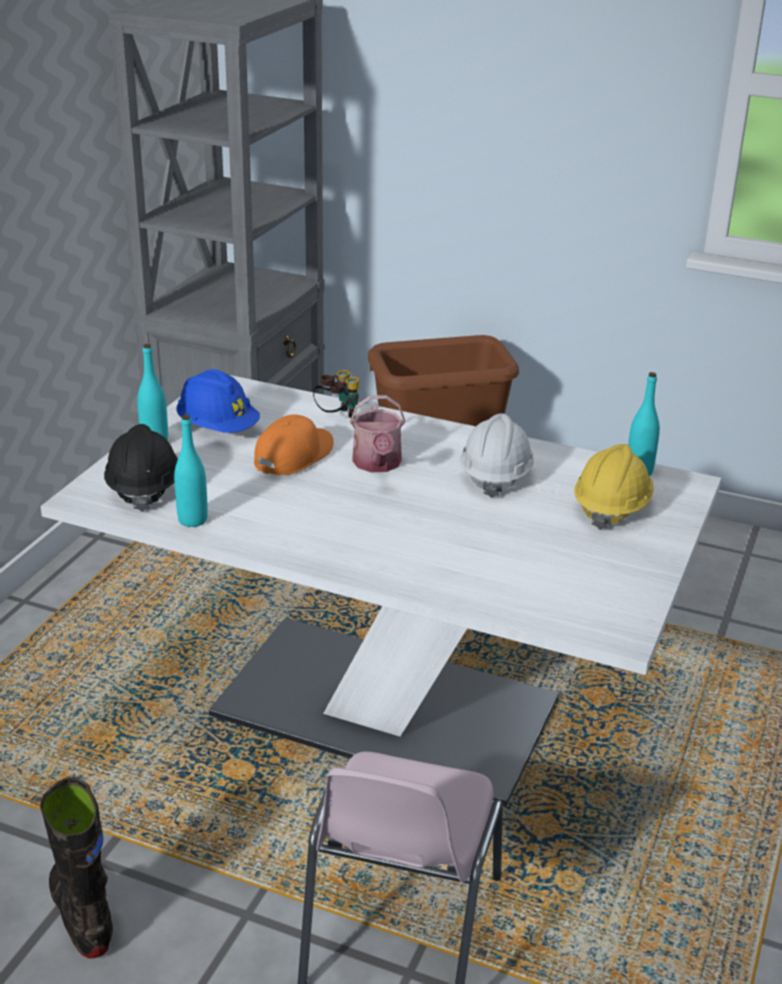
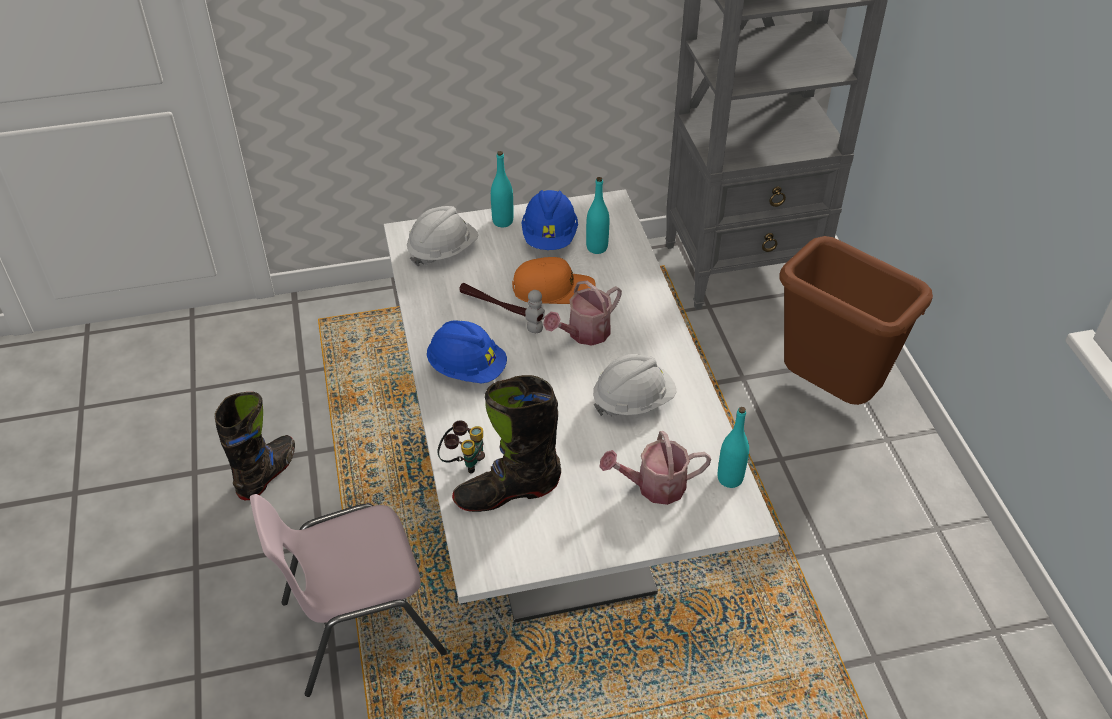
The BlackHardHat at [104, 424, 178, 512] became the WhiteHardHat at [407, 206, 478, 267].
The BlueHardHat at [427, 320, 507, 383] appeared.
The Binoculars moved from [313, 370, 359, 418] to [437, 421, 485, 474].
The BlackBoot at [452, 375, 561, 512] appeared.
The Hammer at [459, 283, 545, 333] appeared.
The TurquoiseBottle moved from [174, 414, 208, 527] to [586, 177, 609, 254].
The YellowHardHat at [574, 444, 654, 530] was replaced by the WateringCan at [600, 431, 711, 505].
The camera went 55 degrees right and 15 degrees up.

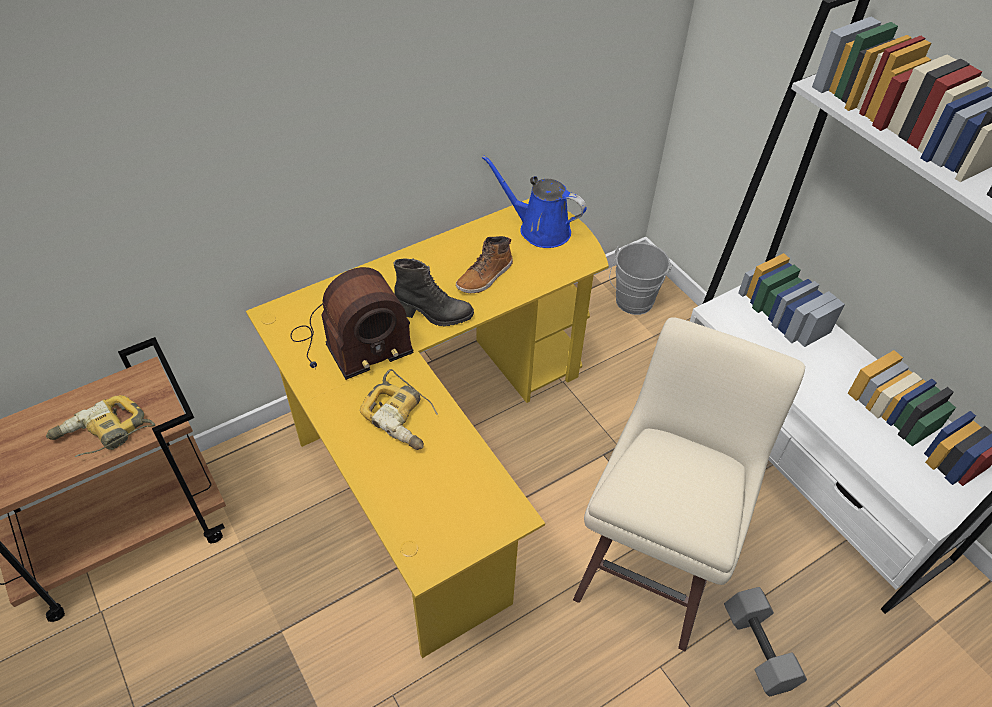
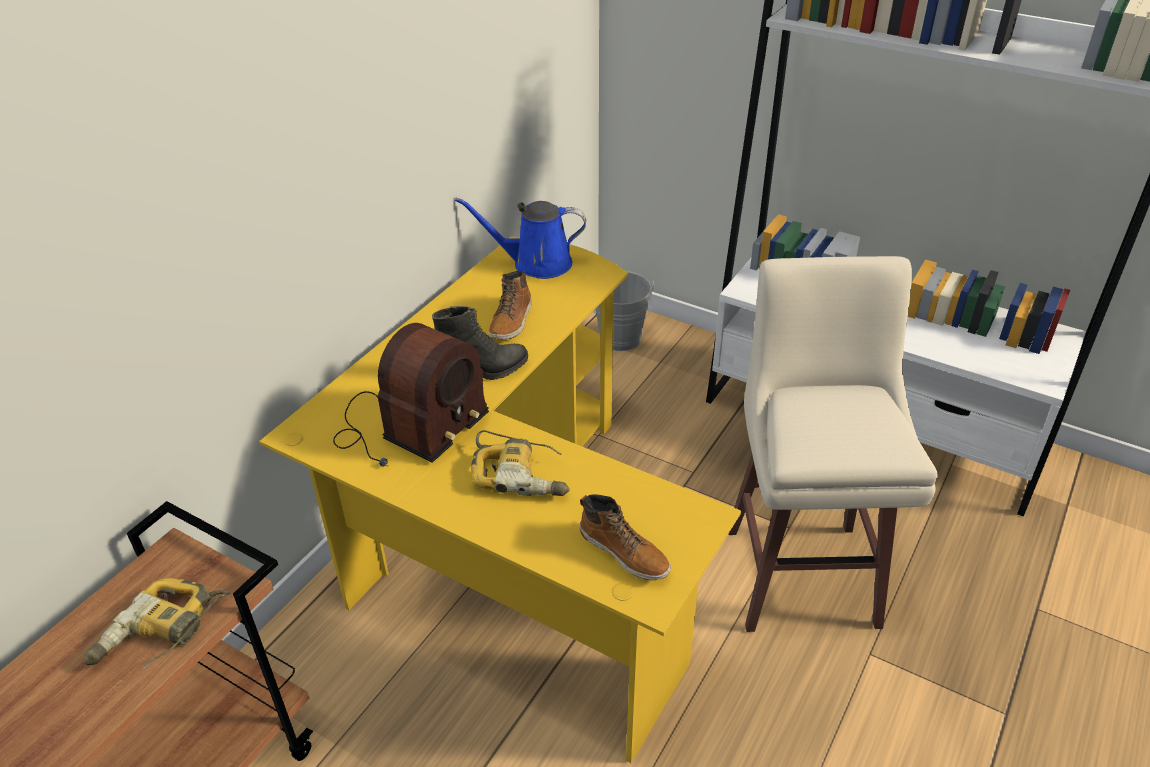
The Boot at [580, 494, 671, 580] appeared.
The GreyDumbbell at [724, 587, 807, 696] disappeared.
The camera went 25 degrees left and 10 degrees down.

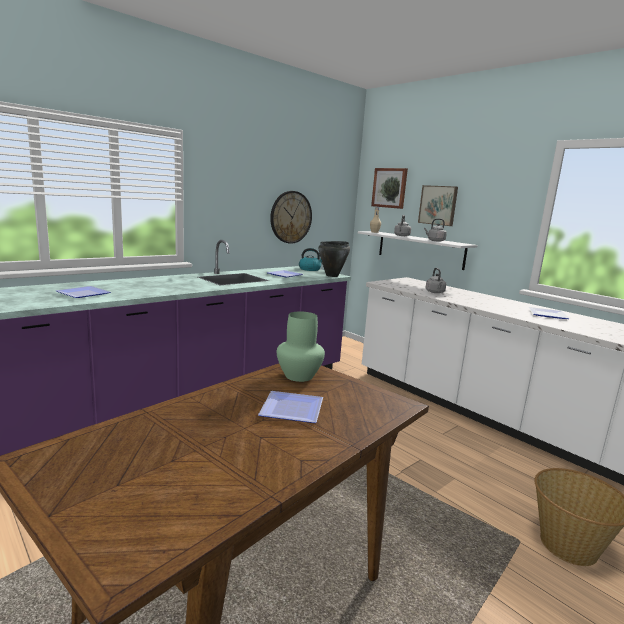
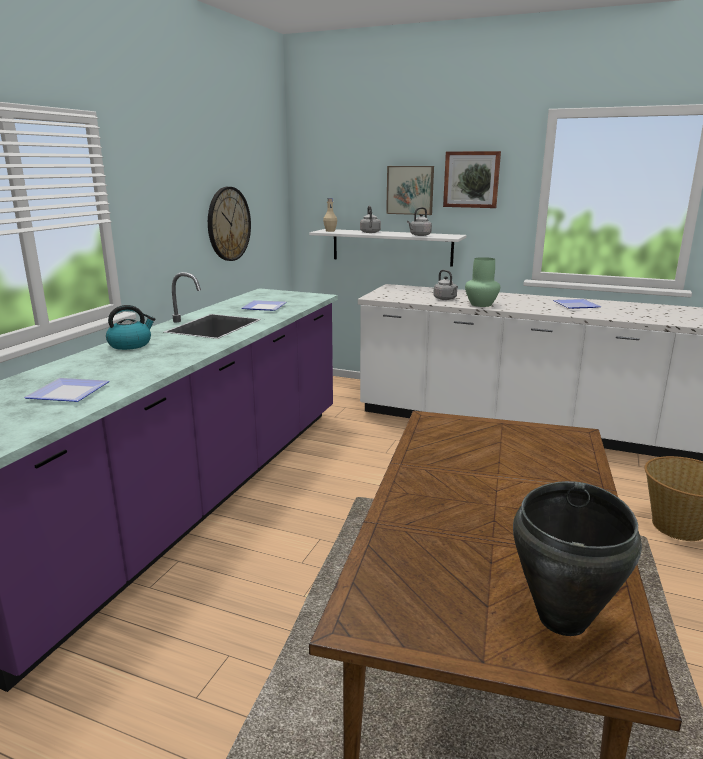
The Kettle moved from [299, 248, 322, 271] to [106, 305, 155, 350].
The Picture moved from [371, 168, 408, 209] to [443, 151, 501, 208].
The GreenVase moved from [277, 311, 325, 382] to [465, 257, 500, 307].
The BlackCookingPot moved from [319, 241, 350, 277] to [513, 481, 642, 636].
The Plate at [258, 391, 323, 423] disappeared.
The camera went 25 degrees left and 5 degrees up.

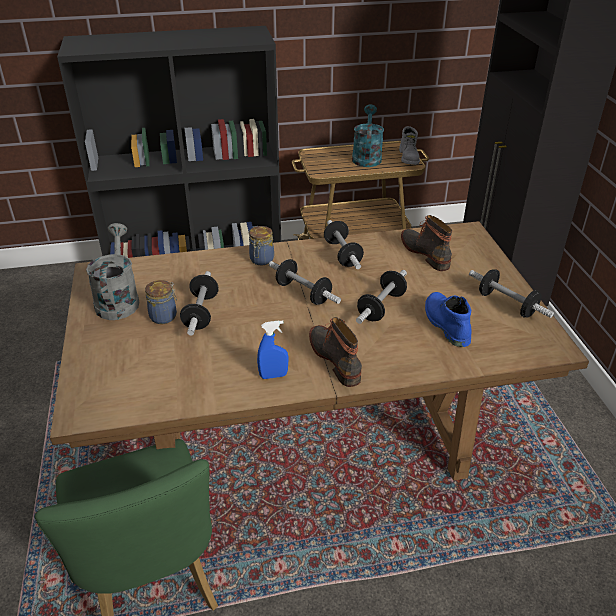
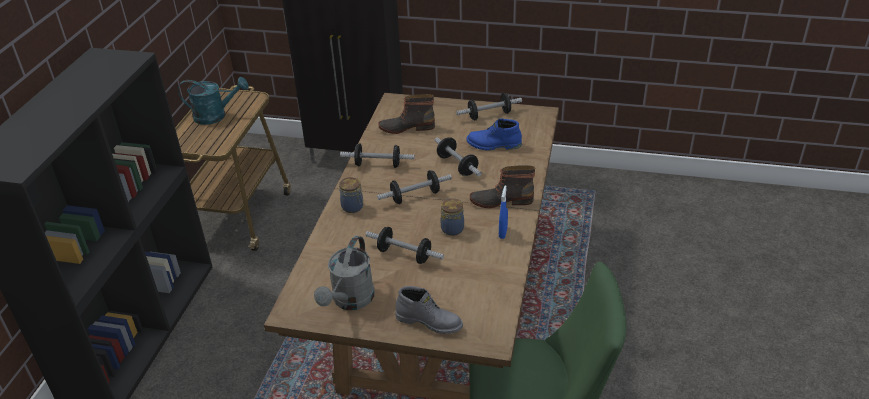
The TurquoiseWateringCan at [352, 104, 384, 167] turned 150 degrees clockwise.
The GreyWateringCan at [86, 223, 139, 320] turned 90 degrees counterclockwise.
The GreyBoot moved from [399, 126, 420, 165] to [395, 286, 463, 334].
The Jar moved from [145, 280, 177, 324] to [441, 198, 464, 236].
The camera went 65 degrees left and 0 degrees up.

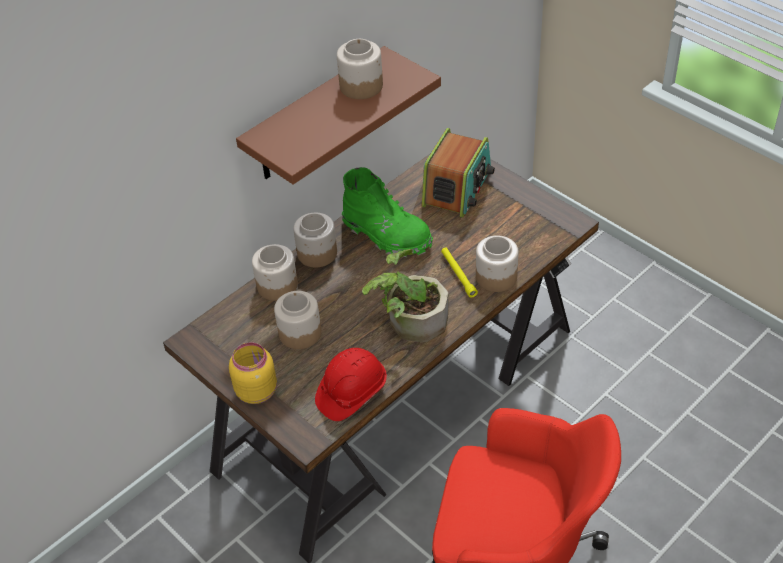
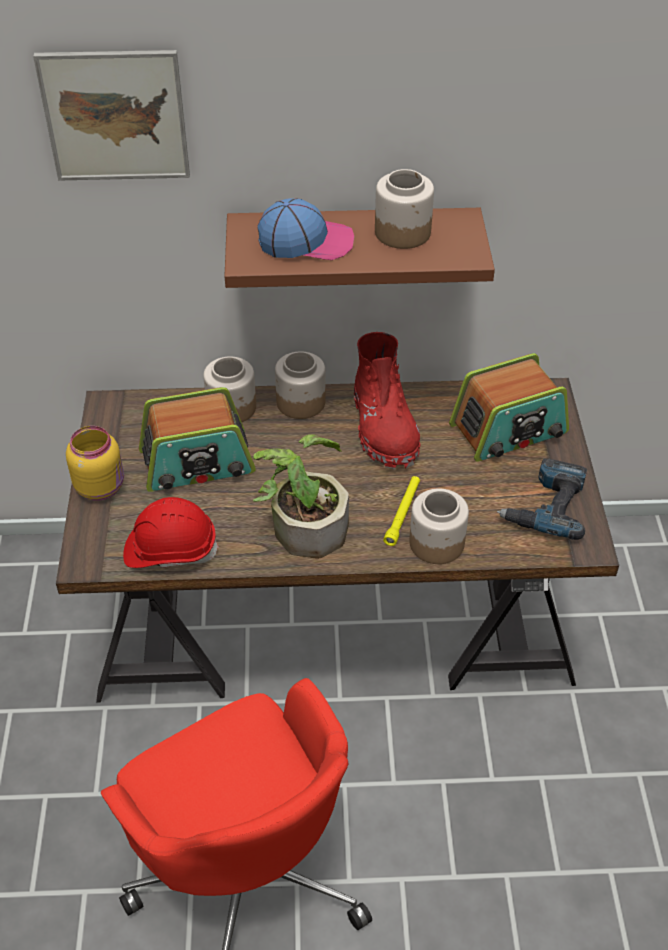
The Picture at [33, 50, 190, 181] appeared.
The Jar at [274, 291, 321, 349] was replaced by the Radio at [139, 387, 256, 492].
The Cap at [257, 198, 354, 260] appeared.
The GreenBoot at [342, 167, 433, 257] became the RedBoot at [354, 332, 421, 469].
The PowerDrill at [497, 458, 587, 540] appeared.
The camera went 40 degrees right and 0 degrees up.

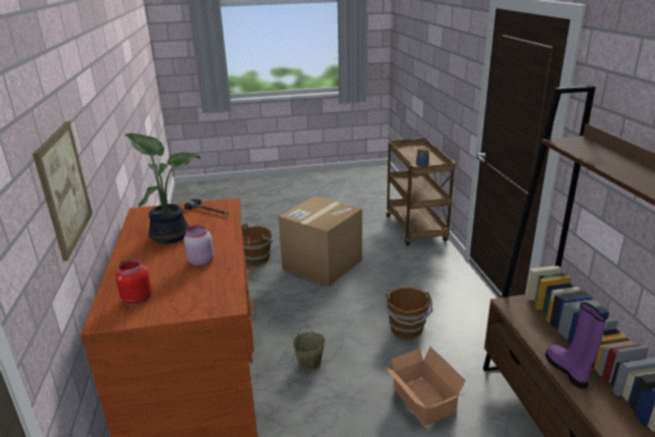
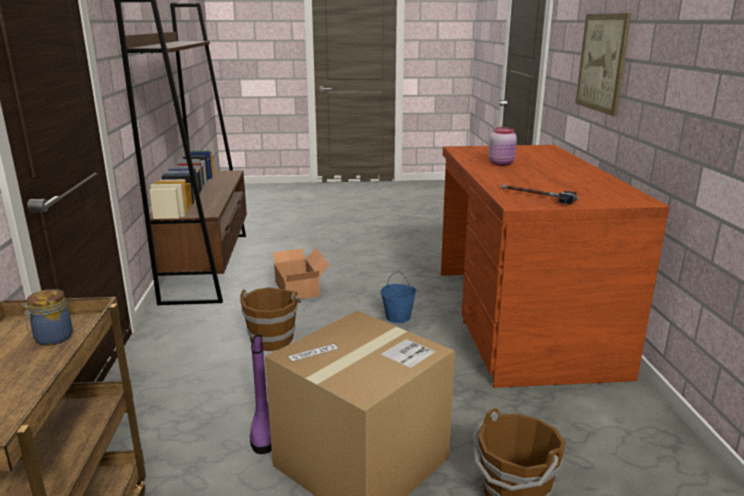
The PurpleBoot moved from [545, 302, 606, 389] to [250, 335, 272, 454].
The BeigeBucket at [292, 326, 325, 371] became the BlueBucket at [380, 271, 417, 323].
The RedJar at [115, 259, 152, 305] disappeared.
The PottedPlant at [125, 133, 200, 244] disappeared.
The camera went 175 degrees left and 5 degrees down.

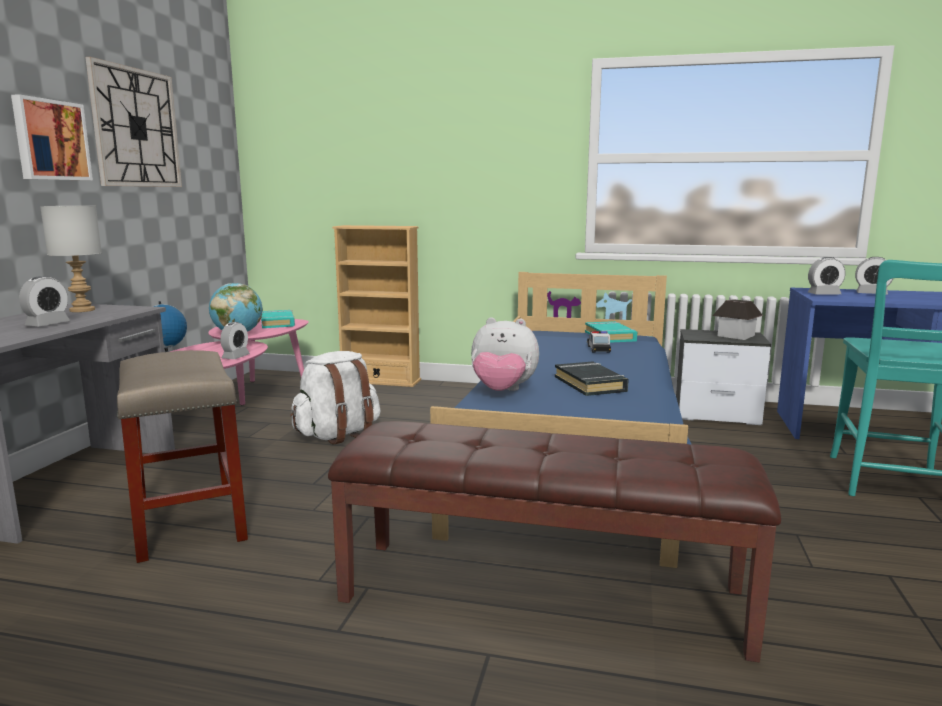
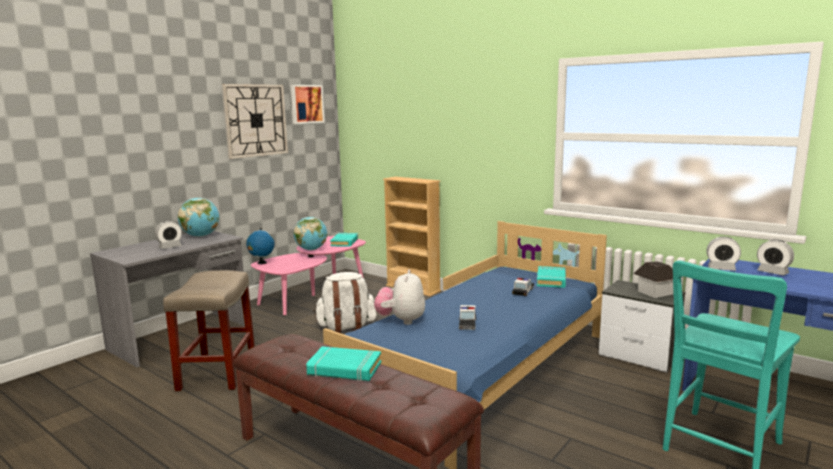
The GreyTableLamp at [40, 206, 102, 312] was replaced by the Globe at [178, 198, 219, 237].
The Picture moved from [11, 94, 93, 180] to [290, 85, 325, 124].
The TurquoiseBook at [306, 346, 381, 381] appeared.
The PlushToy at [471, 317, 539, 391] turned 60 degrees clockwise.
The BlackBook at [555, 362, 629, 396] was replaced by the ToyCar at [458, 305, 477, 330].
The AlarmClock at [220, 322, 250, 359] disappeared.
The camera went 25 degrees right and 0 degrees up.

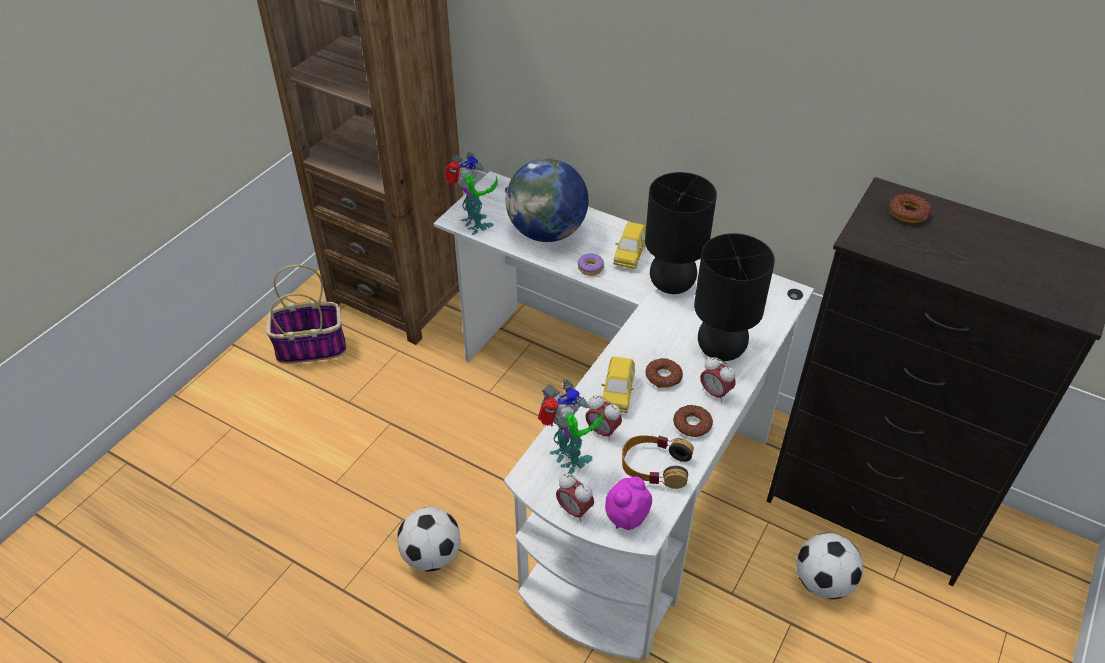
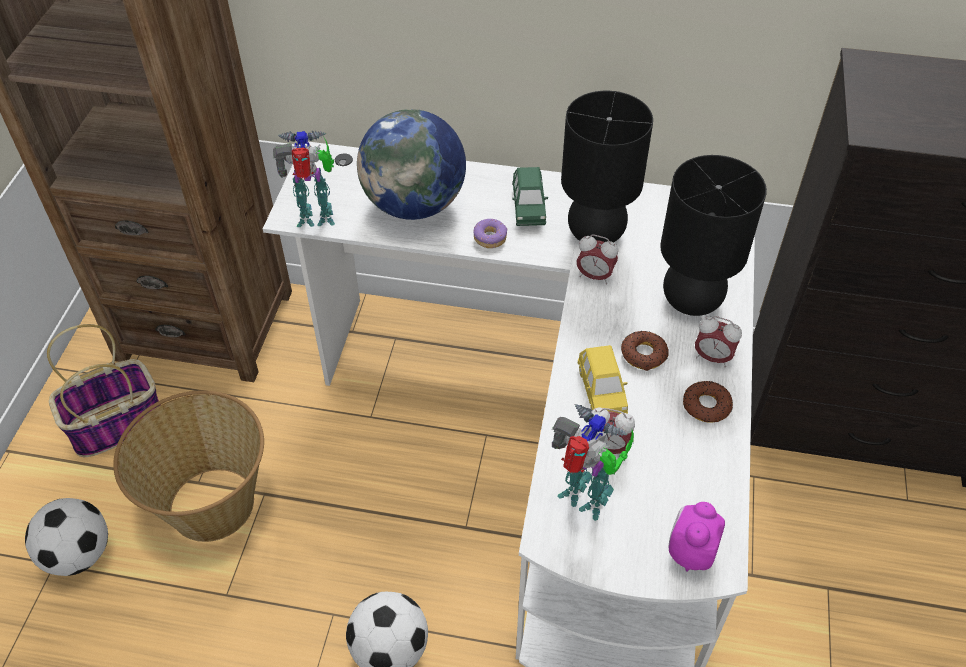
The Football moved from [796, 533, 863, 599] to [25, 498, 108, 576].
The Basket at [113, 390, 264, 542] appeared.
The ToyRobot at [444, 152, 498, 235] turned 45 degrees counterclockwise.
The YellowToyCar at [613, 222, 646, 269] became the GreenToyCar at [512, 167, 548, 226].
The AlarmClock moved from [556, 474, 594, 522] to [576, 235, 618, 284].
The Headphones at [622, 435, 694, 489] disappeared.
The Donut at [889, 193, 932, 223] disappeared.
The camera went 20 degrees left and 5 degrees up.

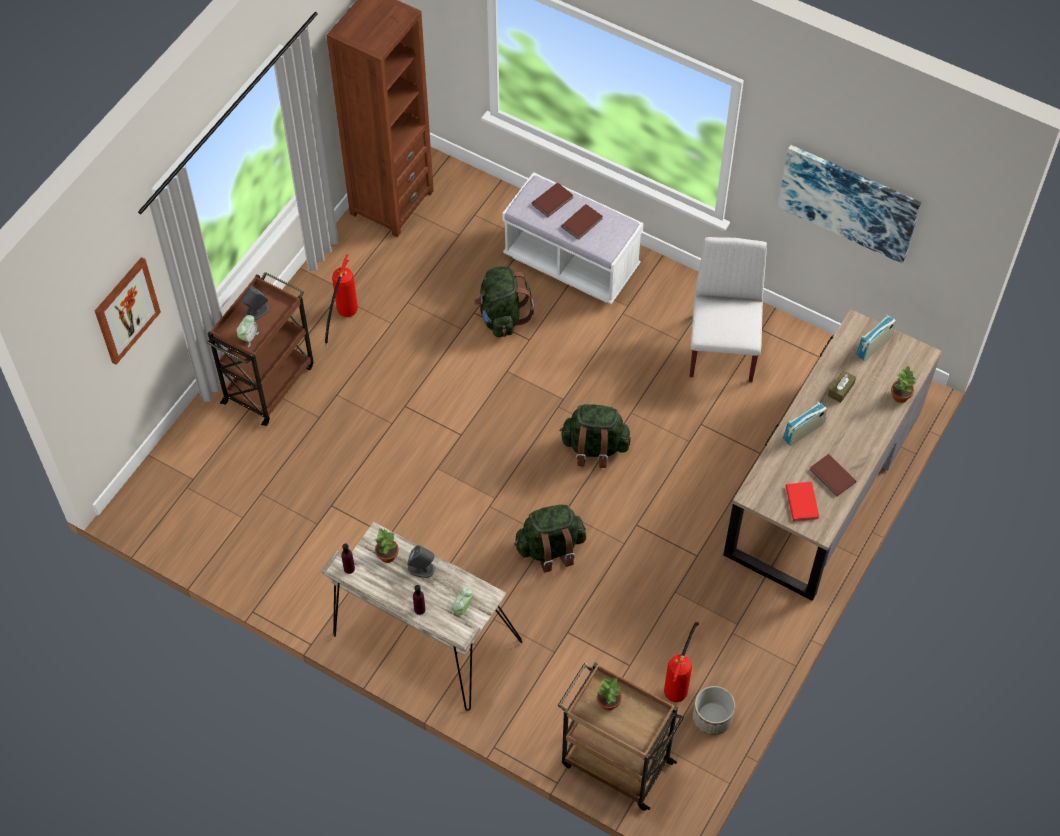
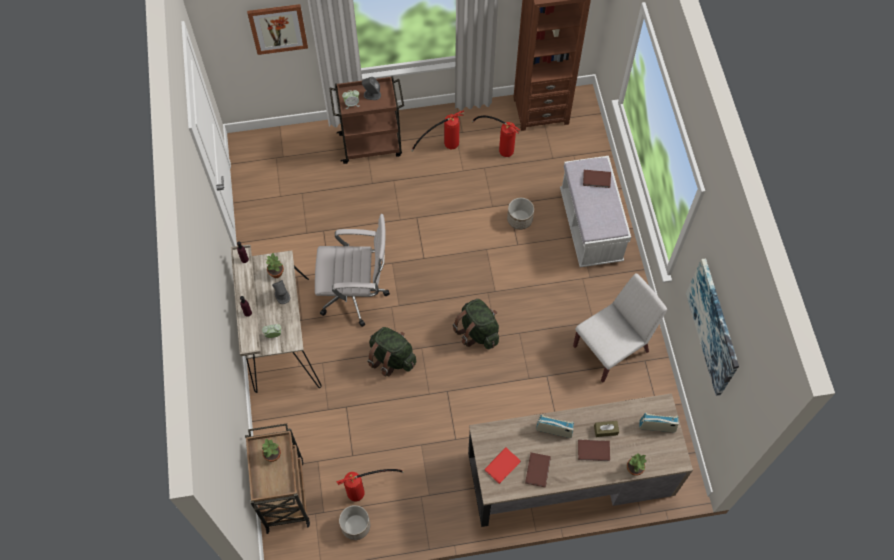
The WhiteOfficeChair at [315, 214, 390, 327] appeared.
The FireExtinguisher at [472, 116, 520, 157] appeared.
The GreenBackpack at [474, 266, 534, 337] was replaced by the Planter at [507, 198, 534, 230].
The BrownBook moved from [561, 204, 603, 240] to [578, 439, 610, 461].
The camera went 50 degrees right and 5 degrees up.

